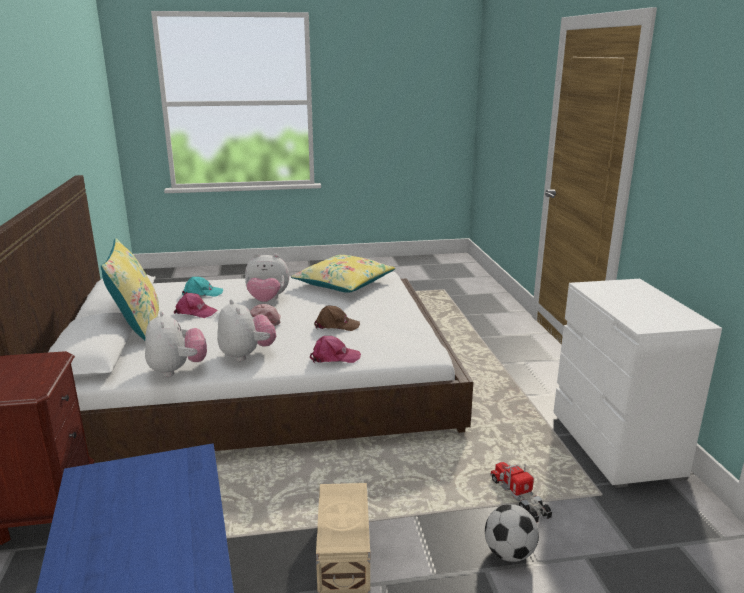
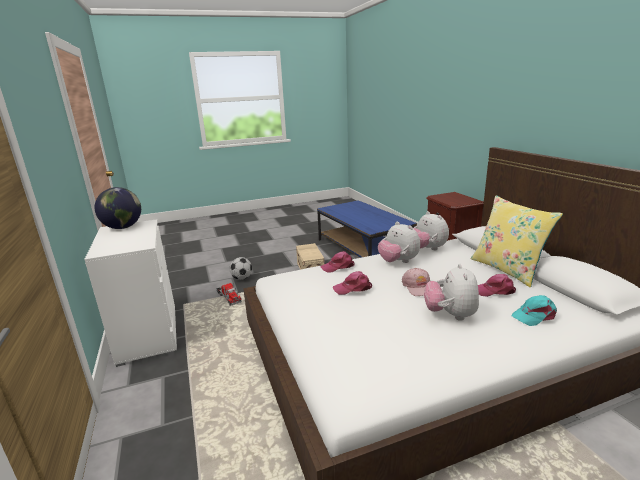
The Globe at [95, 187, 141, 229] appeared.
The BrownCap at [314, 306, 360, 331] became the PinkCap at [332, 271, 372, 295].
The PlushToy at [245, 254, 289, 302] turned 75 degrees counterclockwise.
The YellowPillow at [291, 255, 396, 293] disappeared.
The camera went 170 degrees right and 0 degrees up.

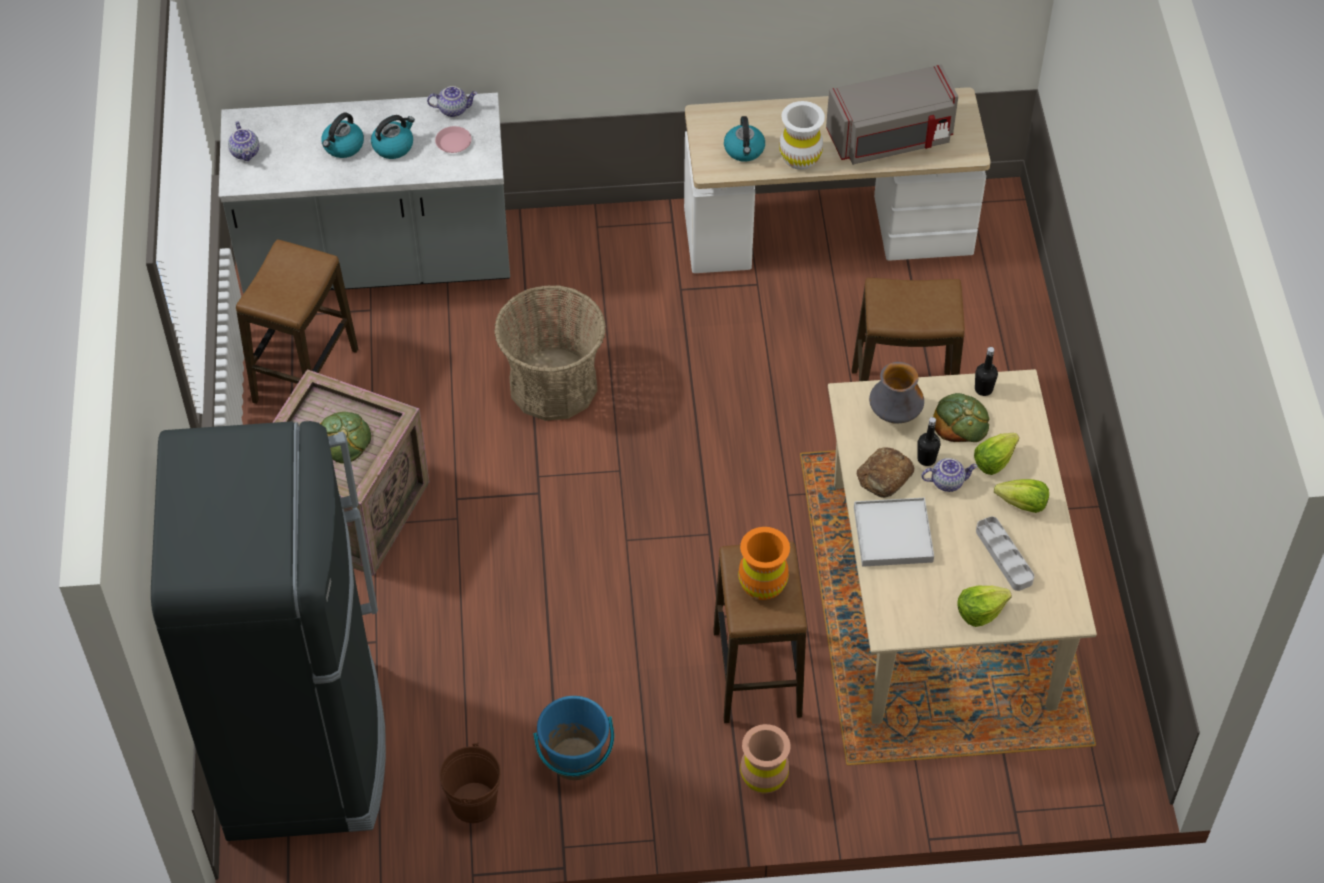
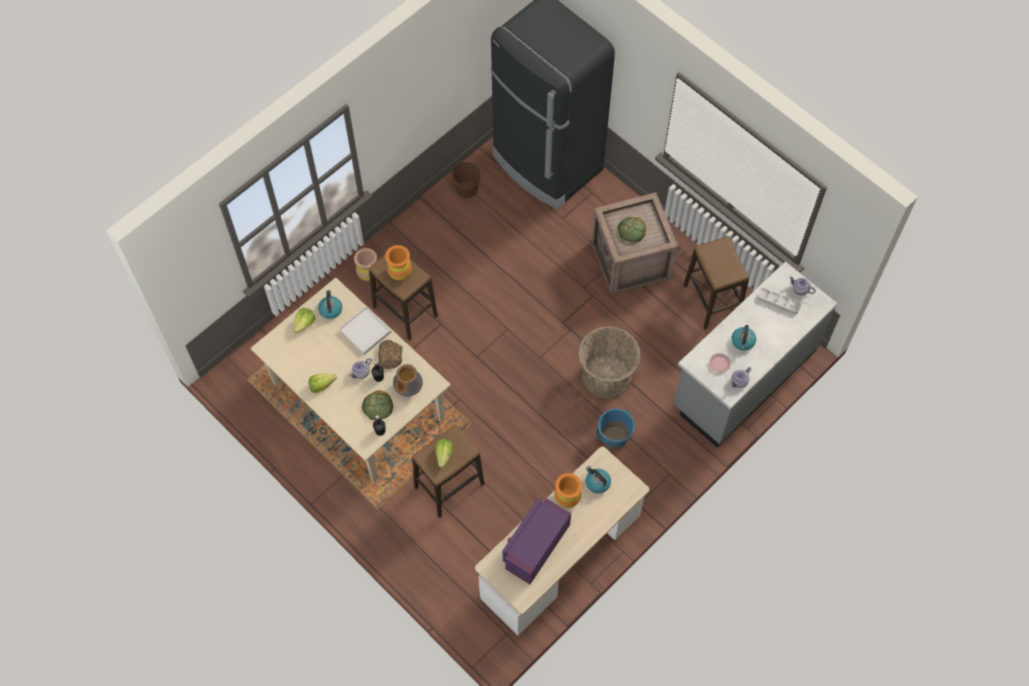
The Kettle moved from [321, 113, 364, 158] to [318, 290, 342, 319].
The Lettuce moved from [974, 433, 1019, 475] to [436, 439, 454, 468].
The GreyMicrowave at [826, 64, 958, 165] became the PurpleMicrowave at [503, 498, 571, 584].
The WhiteVase at [779, 101, 825, 170] became the OrangeVase at [554, 473, 582, 508].
The BlueBucket moved from [533, 696, 614, 780] to [596, 409, 635, 450].
The GreyTray moved from [976, 516, 1034, 591] to [757, 288, 801, 315].
The camera went 140 degrees right and 10 degrees up.

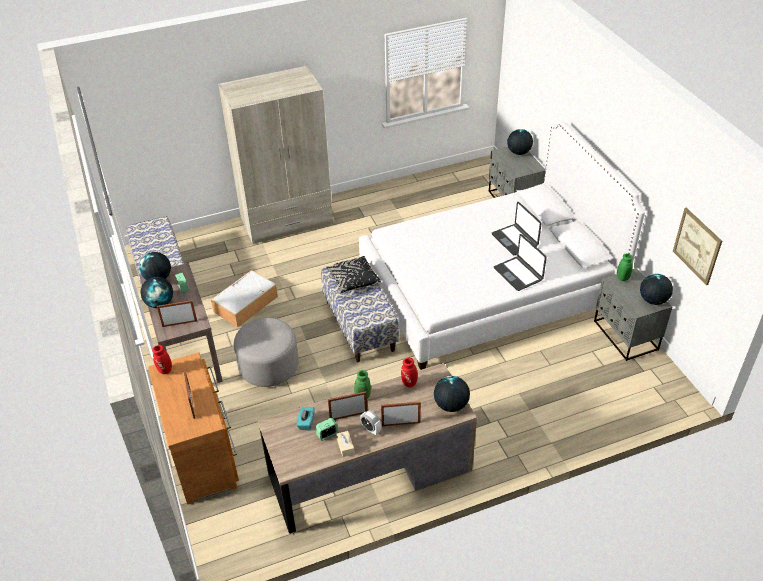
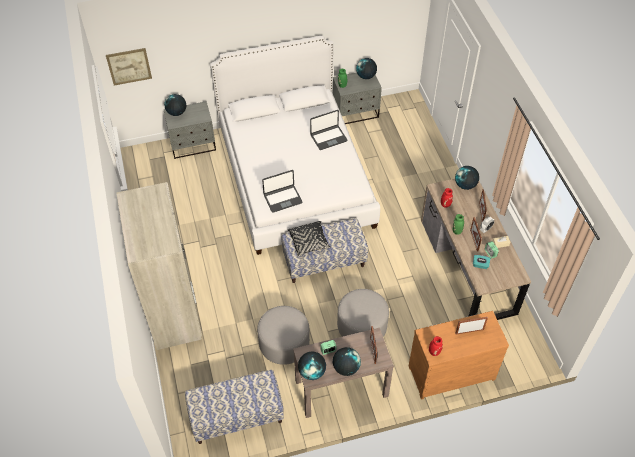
The Picture moved from [673, 208, 722, 285] to [106, 48, 152, 85].
The StorageBox at [211, 270, 278, 328] was replaced by the GreyOttoman at [257, 306, 310, 365].
The Laptop moved from [492, 202, 542, 255] to [262, 170, 303, 213].
The camera went 85 degrees left and 10 degrees up.

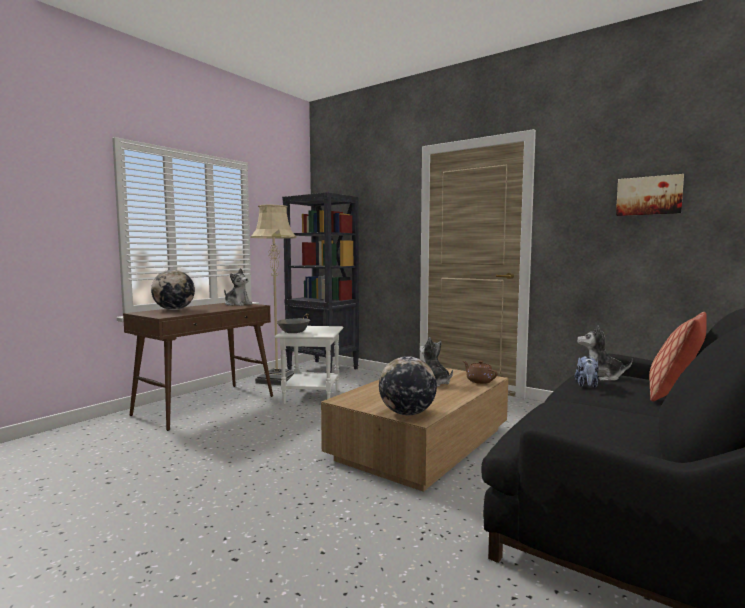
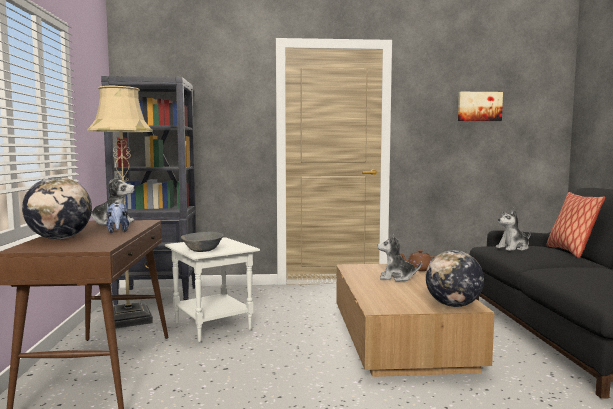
The PlushToy moved from [575, 356, 599, 388] to [106, 202, 129, 233].
The camera went 40 degrees left and 0 degrees up.

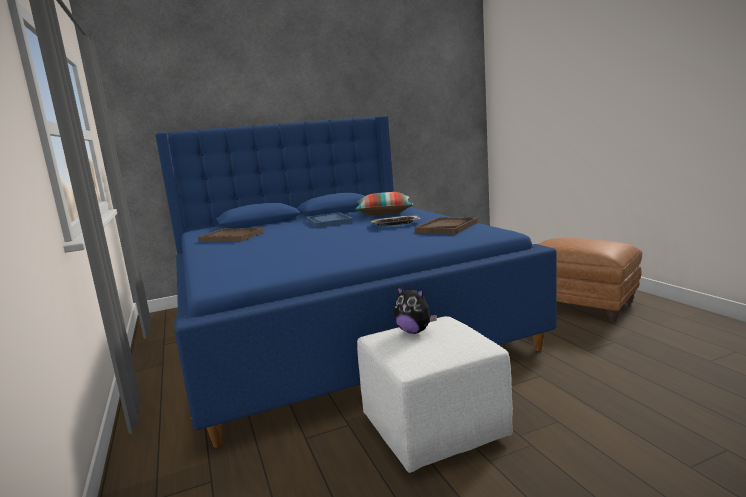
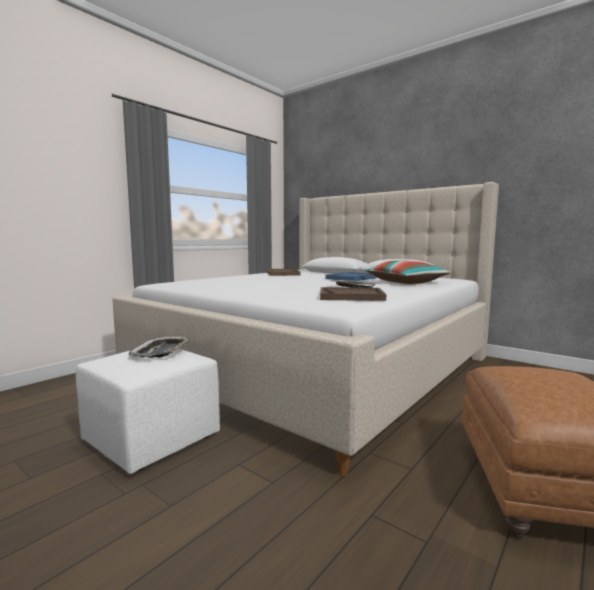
The BlueBed at [155, 116, 557, 448] became the BeigeBed at [112, 182, 499, 476].
The PlushToy at [394, 286, 437, 334] was replaced by the Tray at [129, 336, 191, 358].
The camera went 60 degrees right and 5 degrees down.

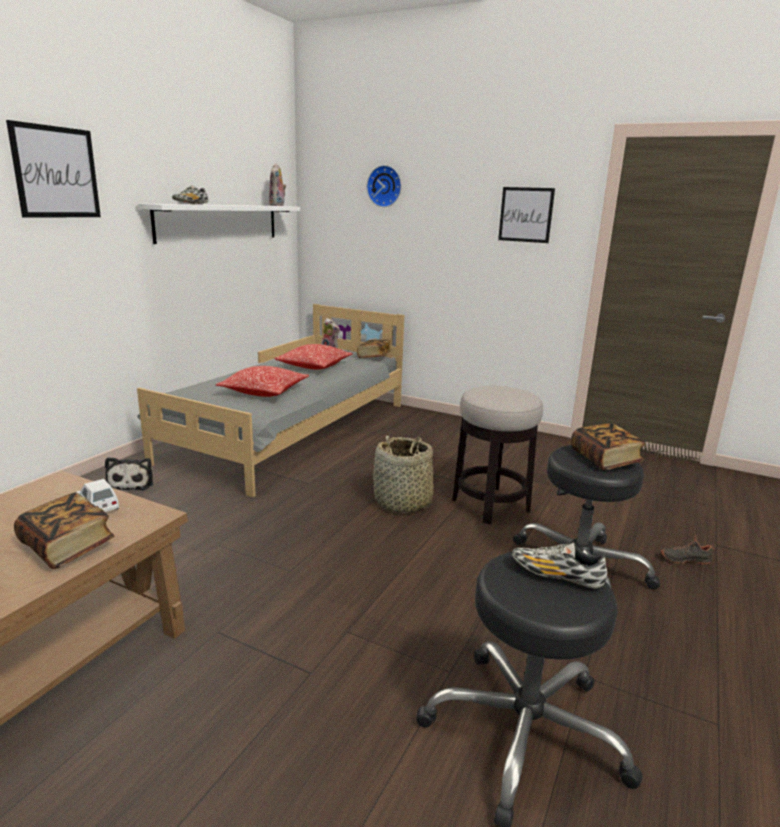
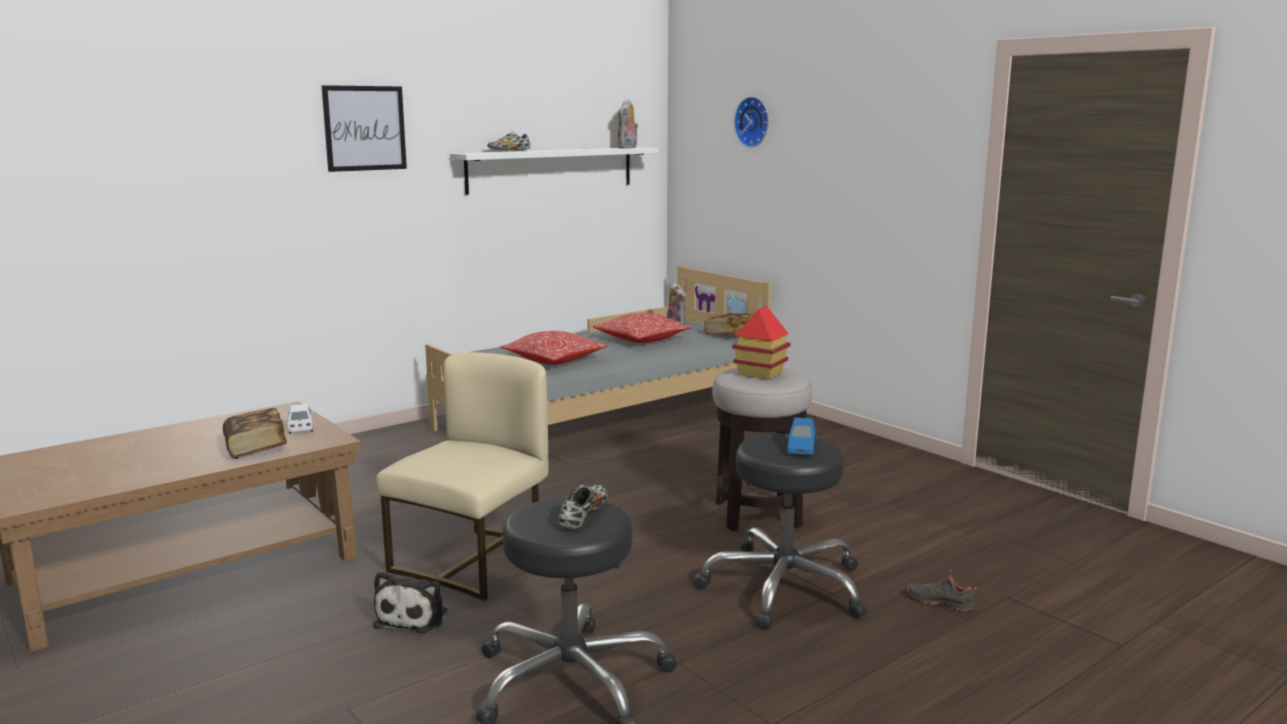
The PlushToy moved from [105, 457, 153, 491] to [373, 571, 447, 633].
The BeigeChair at [376, 352, 549, 601] appeared.
The Shoe at [512, 543, 608, 589] turned 60 degrees clockwise.
The ToyHouse at [732, 306, 791, 380] appeared.
The Book at [571, 423, 646, 470] was replaced by the BlueToyCar at [786, 417, 818, 455].
The Basket at [373, 436, 434, 513] disappeared.
The Picture at [498, 187, 555, 243] disappeared.
The camera went 25 degrees right and 5 degrees down.

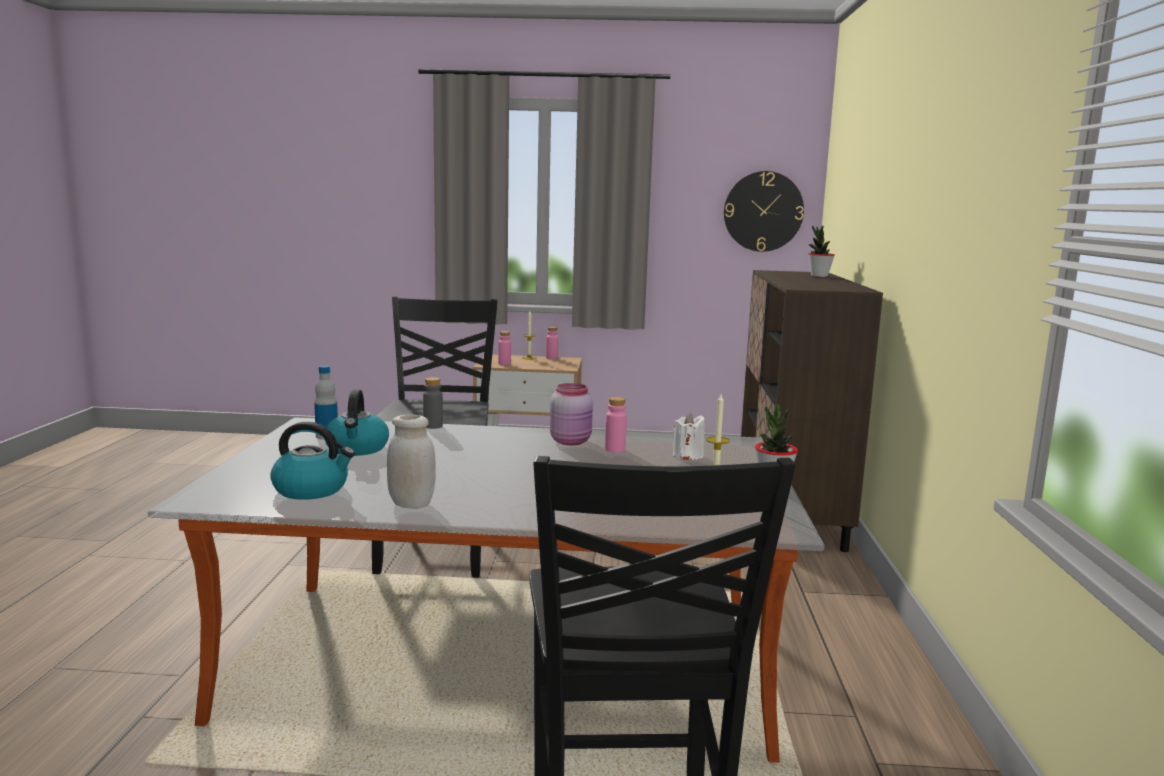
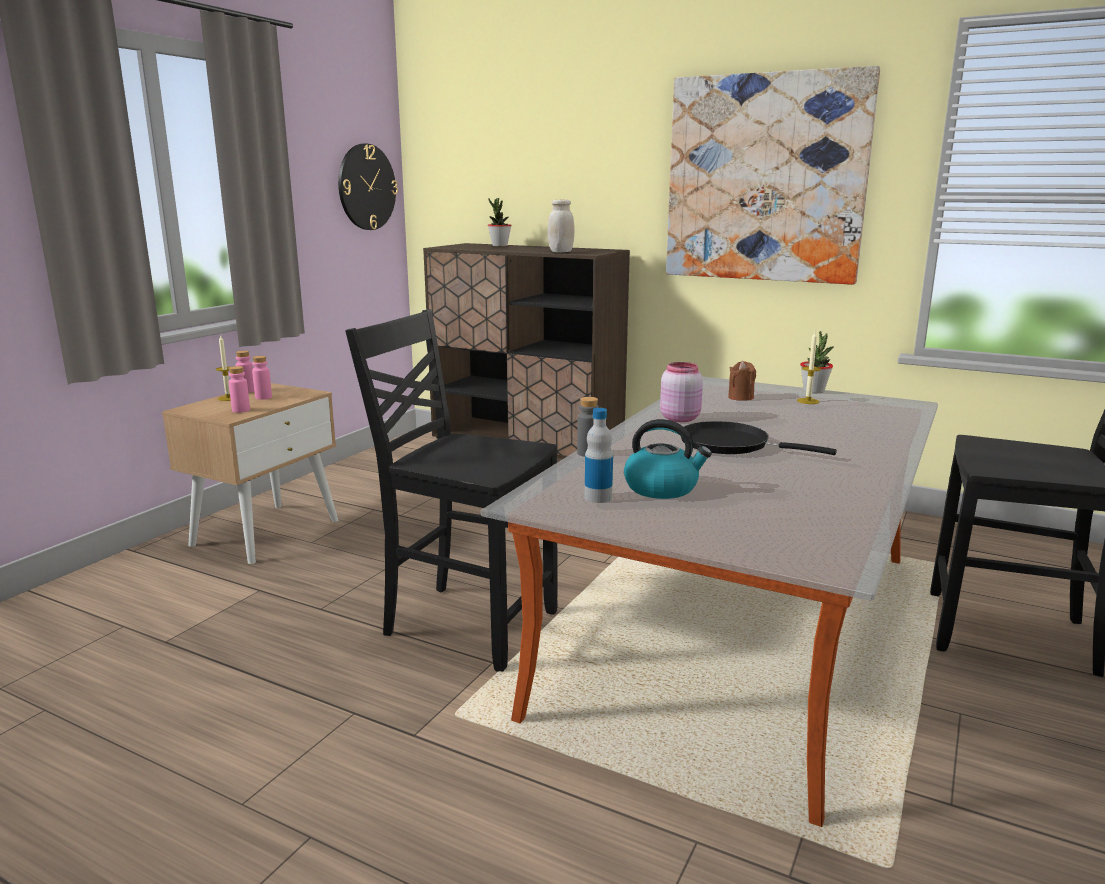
The PinkBottle moved from [605, 397, 627, 453] to [252, 356, 272, 400].
The WhiteJar moved from [387, 414, 436, 509] to [548, 199, 574, 253].
The Picture at [666, 66, 880, 285] appeared.
The BlackFryingPan at [681, 421, 837, 455] appeared.
The WhiteCandle at [673, 413, 705, 460] became the BrownCandle at [728, 361, 756, 401].
The Kettle at [270, 422, 355, 500] disappeared.
The camera went 65 degrees left and 5 degrees up.

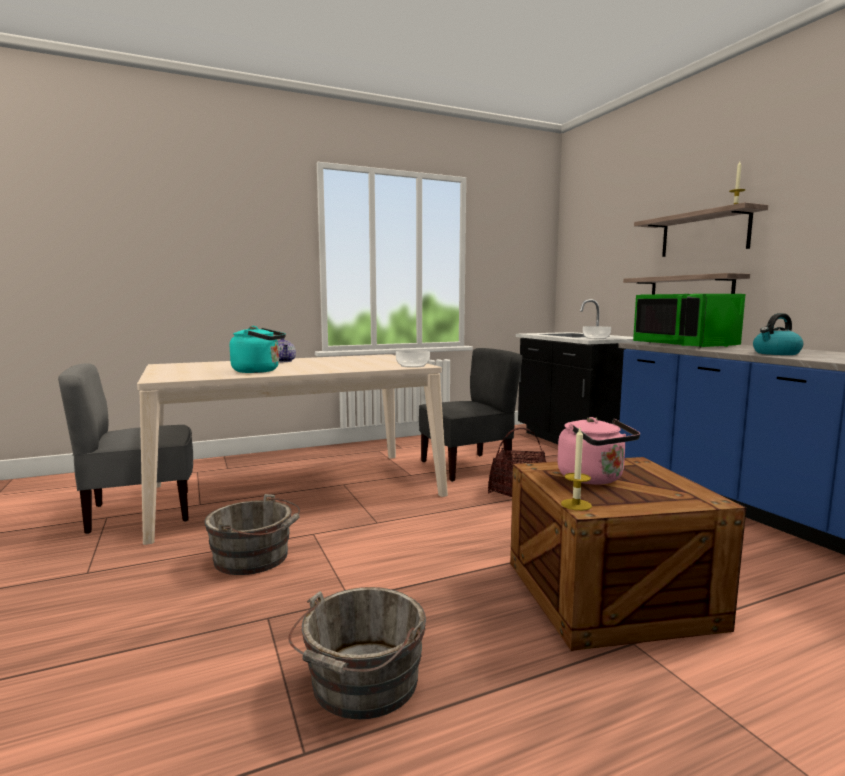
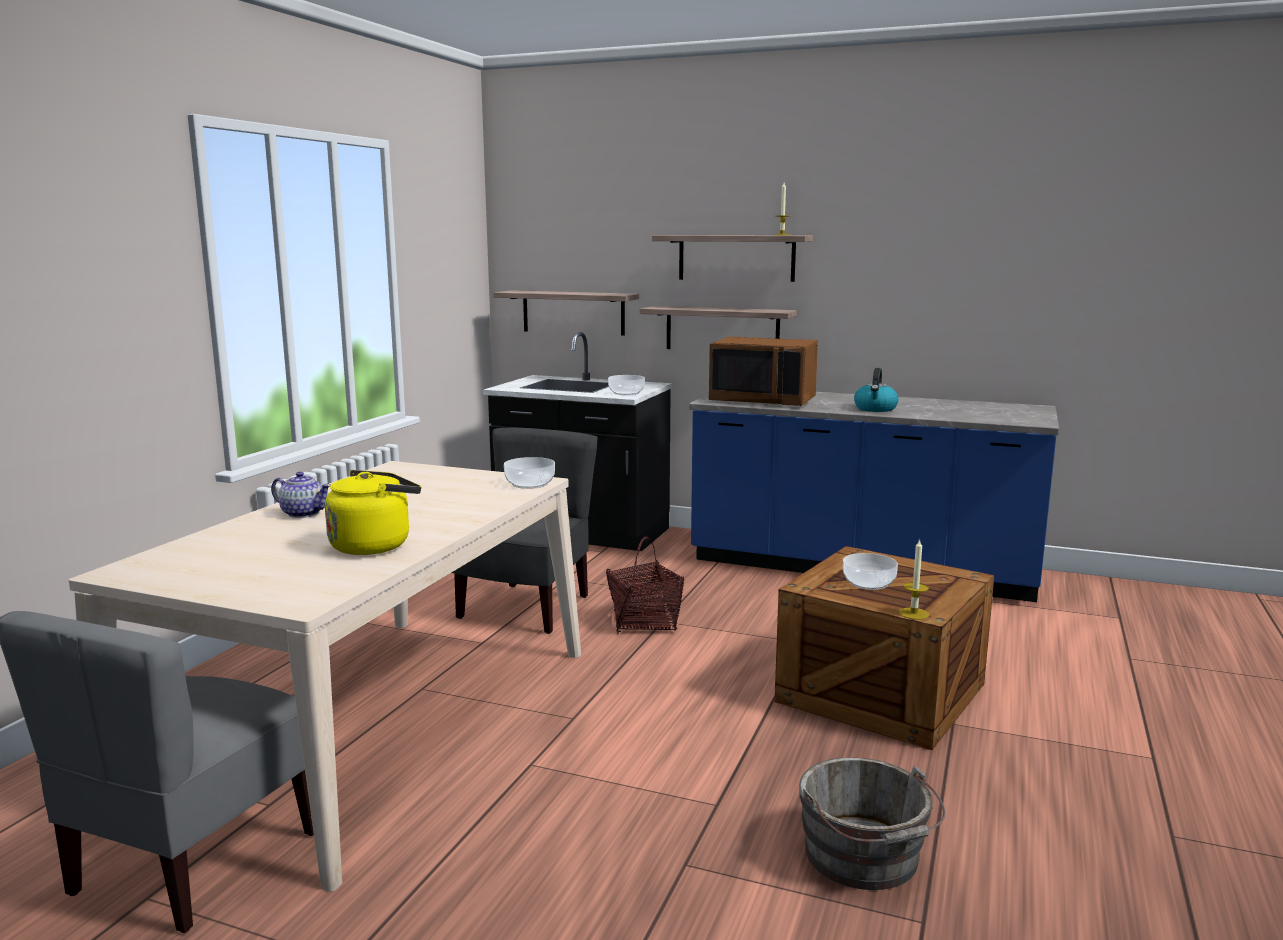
The TurquoiseKettle at [230, 326, 286, 373] became the YellowKettle at [325, 470, 421, 555].
The Shelf at [493, 290, 639, 336] appeared.
The GreenMicrowave at [633, 294, 745, 348] became the BrownMicrowave at [709, 336, 818, 406].
The PinkKettle at [558, 417, 640, 485] was replaced by the Bowl at [843, 553, 898, 590].
The GreyBucket at [204, 494, 300, 575] disappeared.
The camera went 45 degrees left and 5 degrees up.

